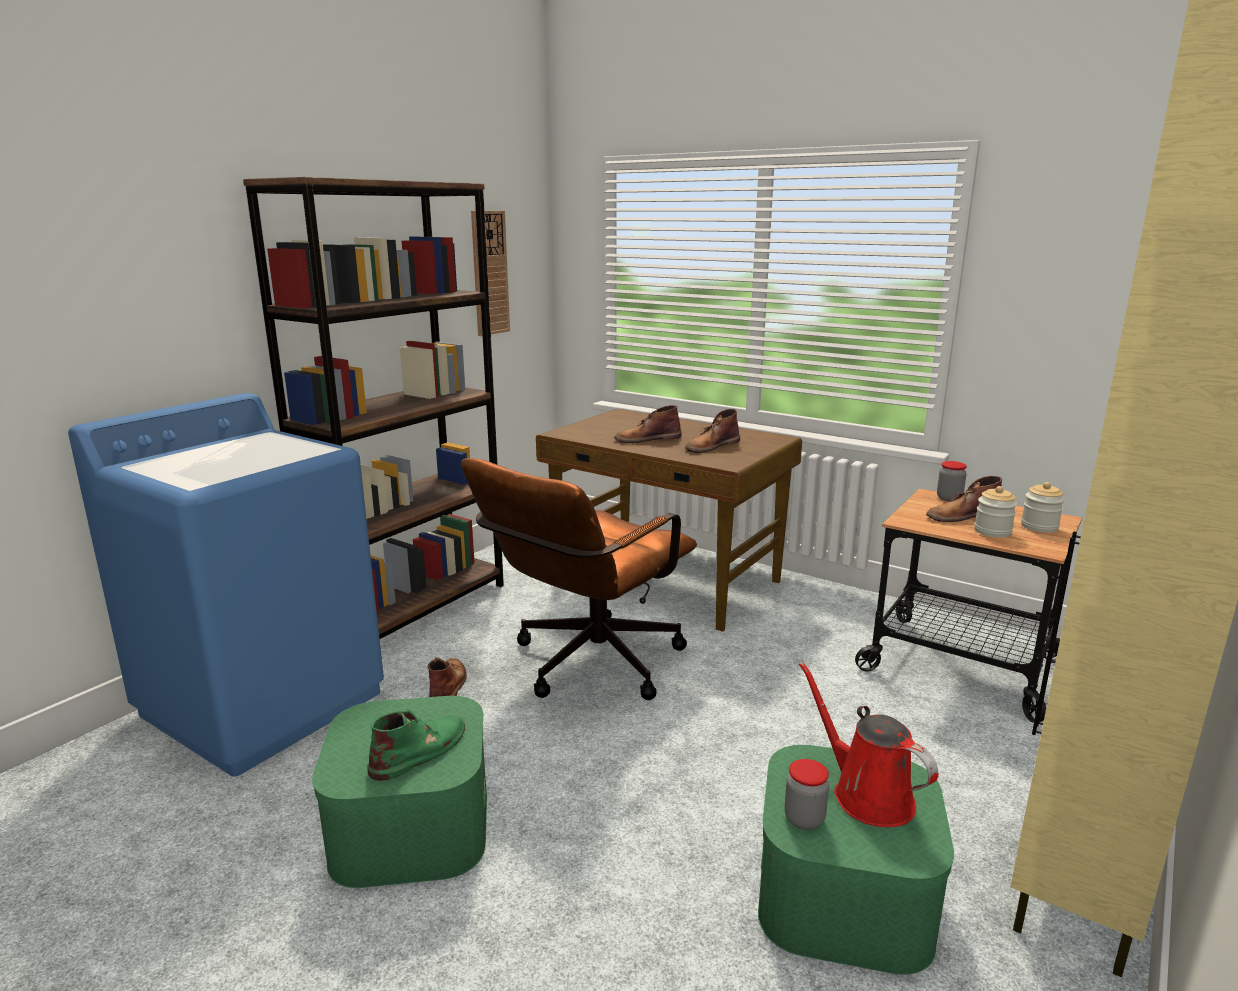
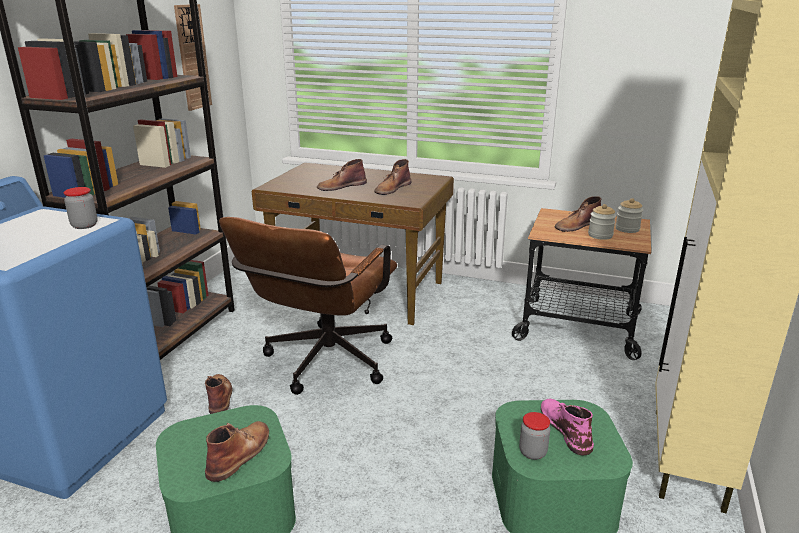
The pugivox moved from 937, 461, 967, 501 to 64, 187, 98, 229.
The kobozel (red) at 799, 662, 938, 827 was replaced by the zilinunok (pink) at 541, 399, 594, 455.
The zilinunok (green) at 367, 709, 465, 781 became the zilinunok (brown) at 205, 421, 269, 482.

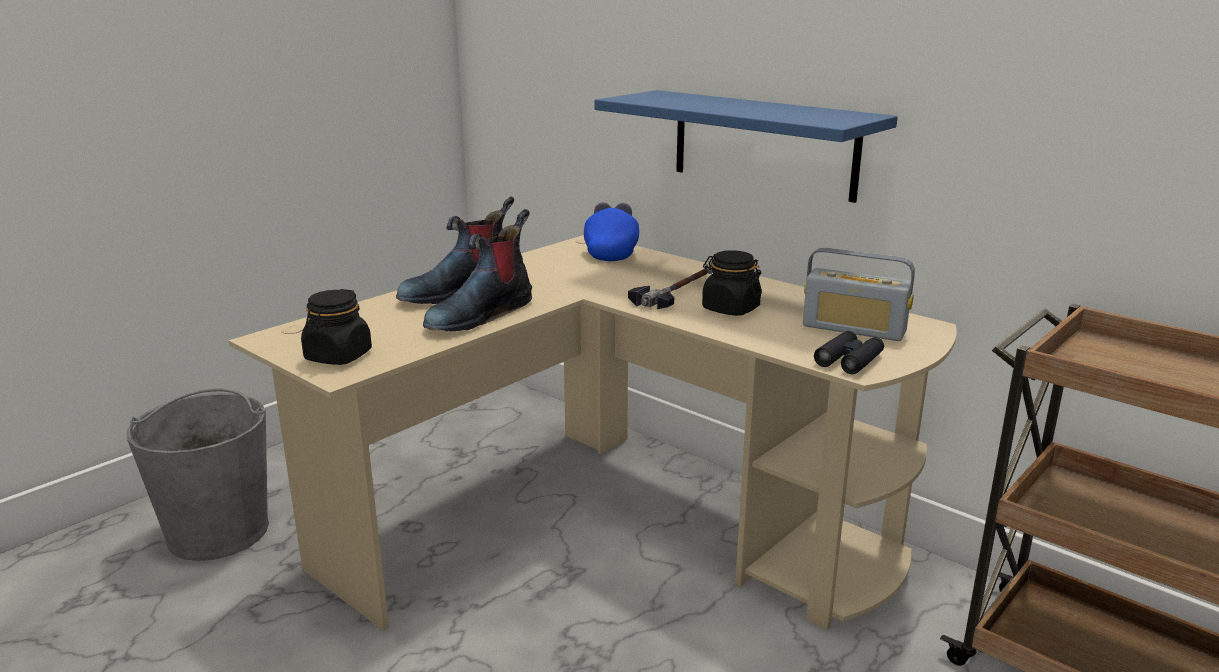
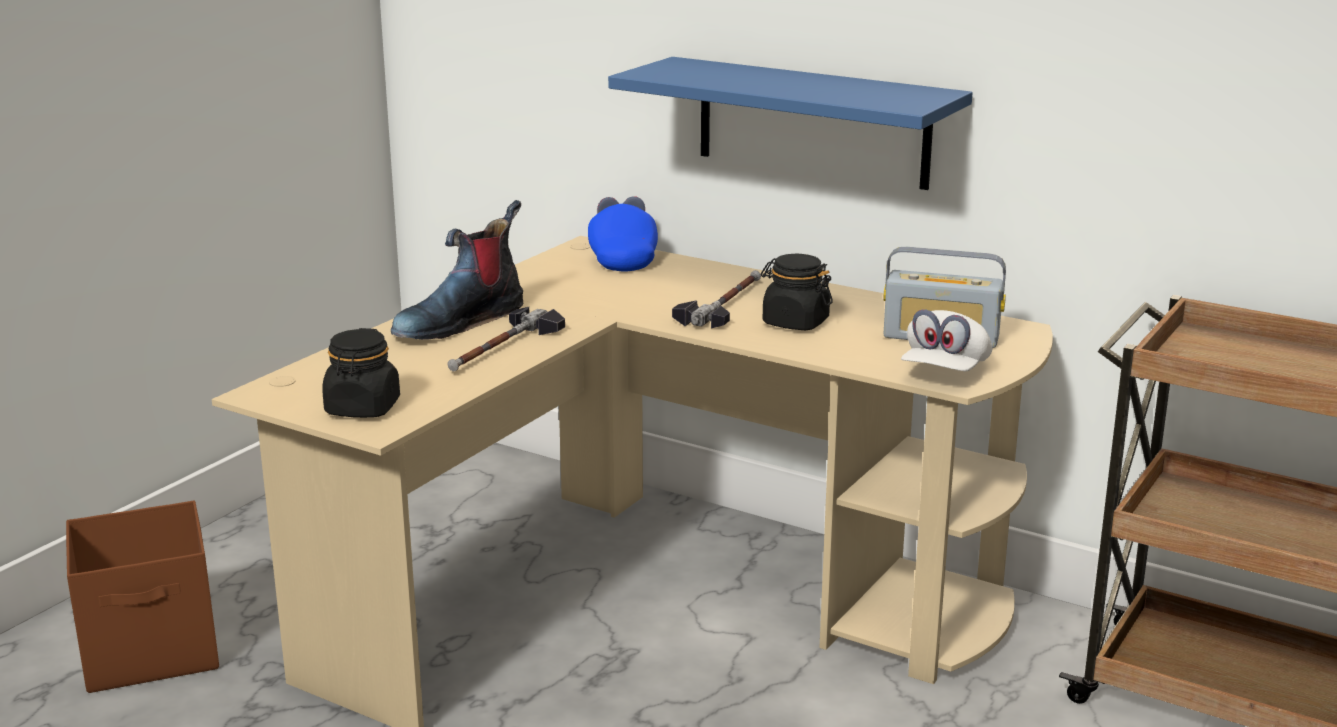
The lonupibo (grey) at 126, 388, 269, 561 was replaced by the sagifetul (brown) at 66, 501, 219, 693.
The zilinunok at 423, 209, 532, 331 was replaced by the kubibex at 447, 307, 565, 371.
The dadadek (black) at 814, 331, 884, 374 was replaced by the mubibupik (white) at 901, 309, 992, 371.

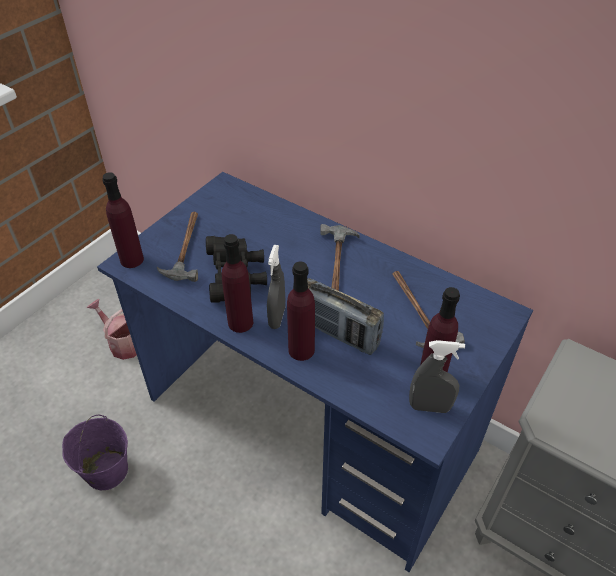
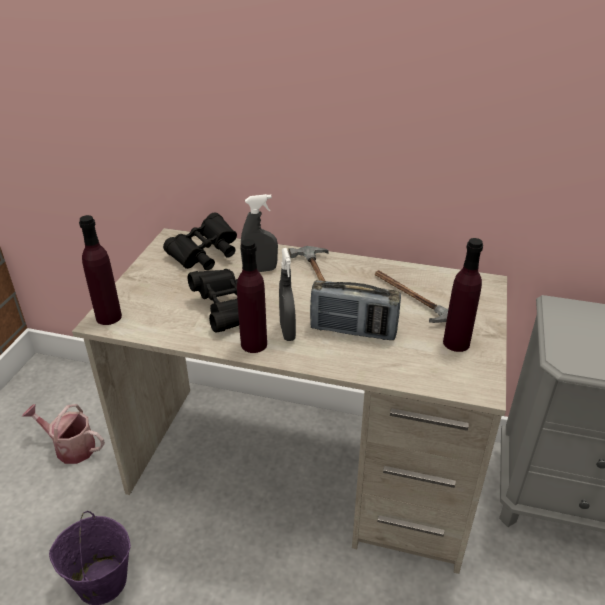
The kubibex at 157, 212, 198, 282 disappeared.
The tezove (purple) at 287, 261, 315, 361 disappeared.
The dadadek (black) at 163, 213, 237, 270 appeared.
The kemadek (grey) moved from 409, 340, 465, 413 to 241, 194, 278, 272.
The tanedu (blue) at 97, 172, 533, 572 became the tanedu (beige) at 72, 228, 507, 574.

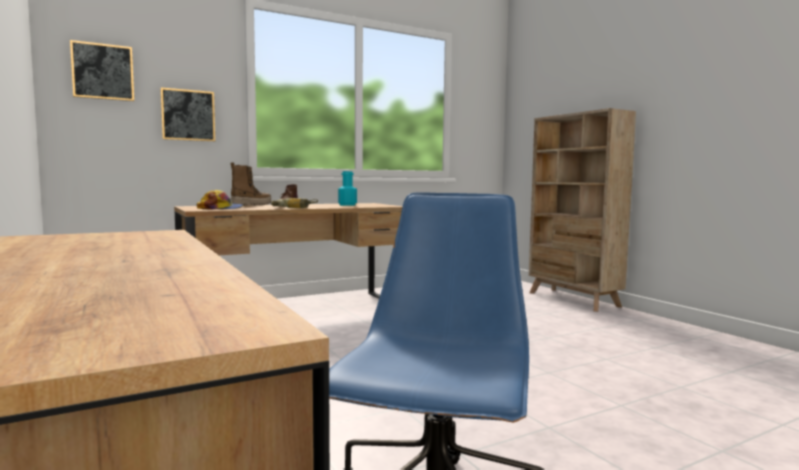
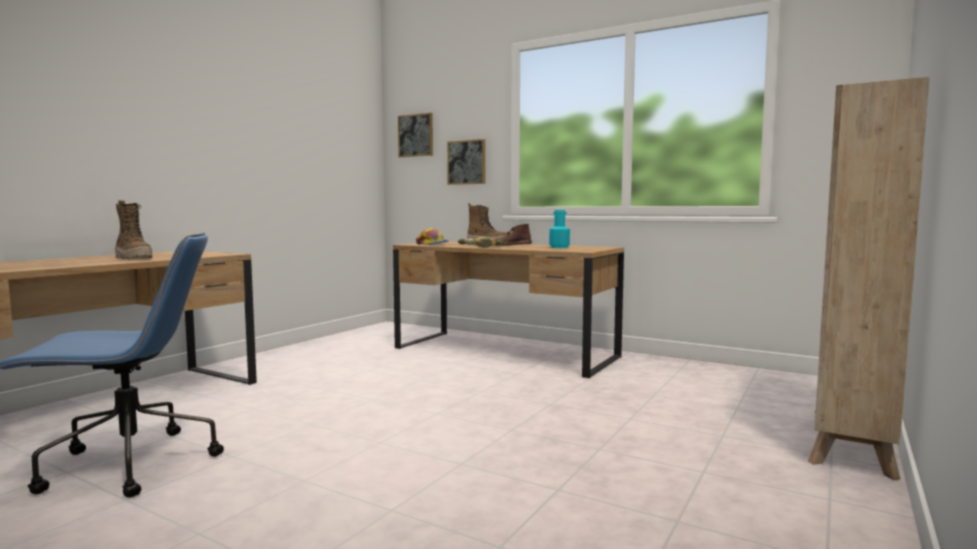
The zilinunok at 115, 200, 152, 260 appeared.

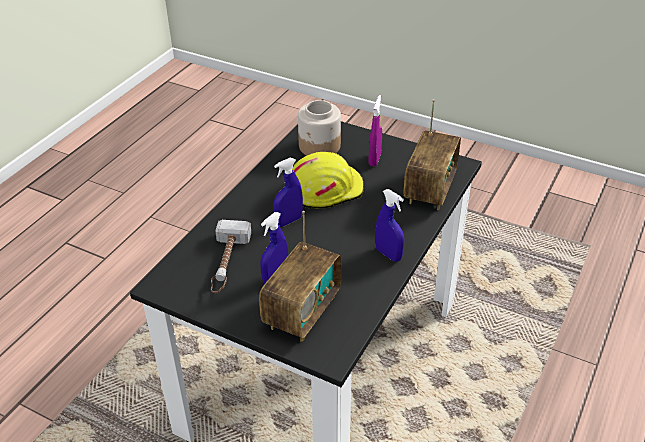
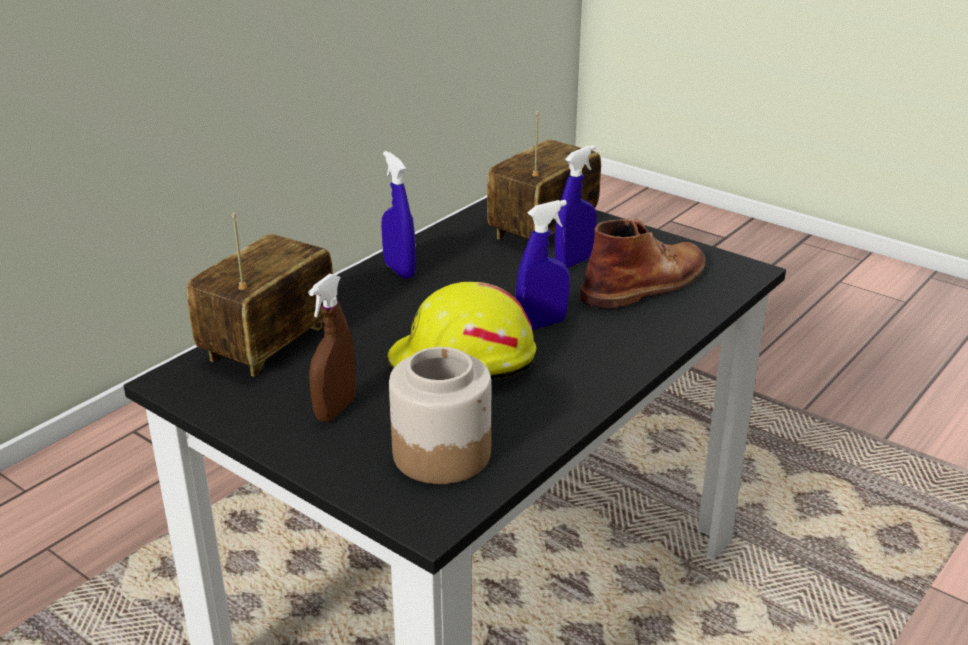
The kubibex at 211, 220, 251, 293 was replaced by the zilinunok (brown) at 580, 218, 706, 309.
The kemadek (purple) at 369, 95, 382, 166 became the kemadek (brown) at 308, 274, 356, 422.

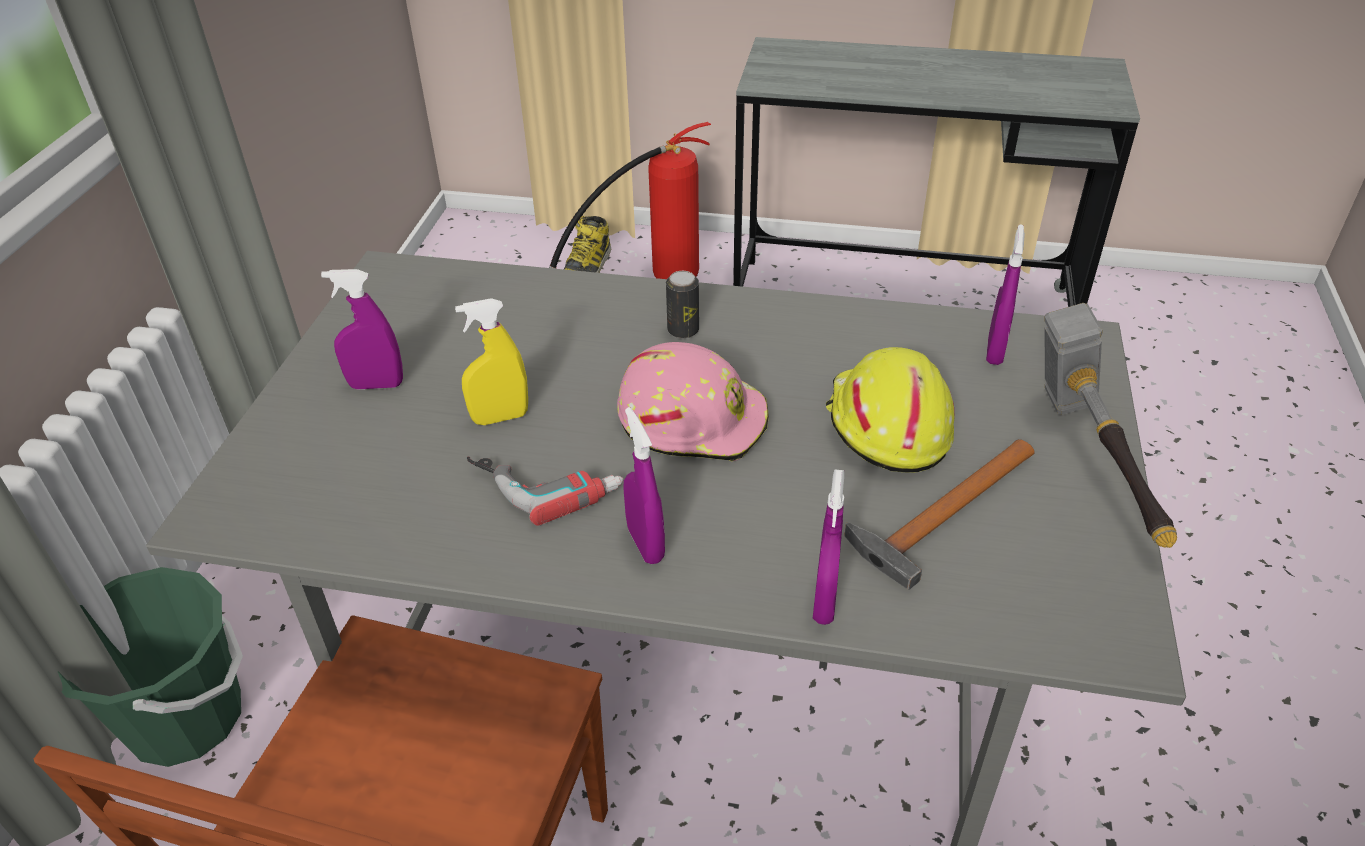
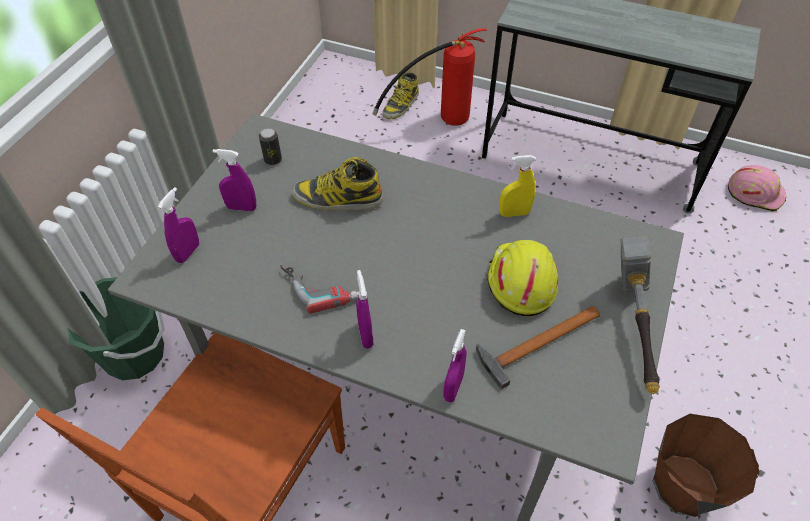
The zilinunok at 292, 157, 383, 210 appeared.
The lonupibo (brown) at 653, 414, 760, 517 appeared.
The kemadek (yellow) moved from 455, 298, 528, 425 to 499, 155, 536, 217.
The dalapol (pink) moved from 617, 342, 769, 461 to 728, 165, 786, 211.
The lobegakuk moved from 666, 271, 699, 339 to 259, 128, 282, 165.
The kemadek (purple) moved from 986, 224, 1025, 365 to 158, 187, 199, 263.

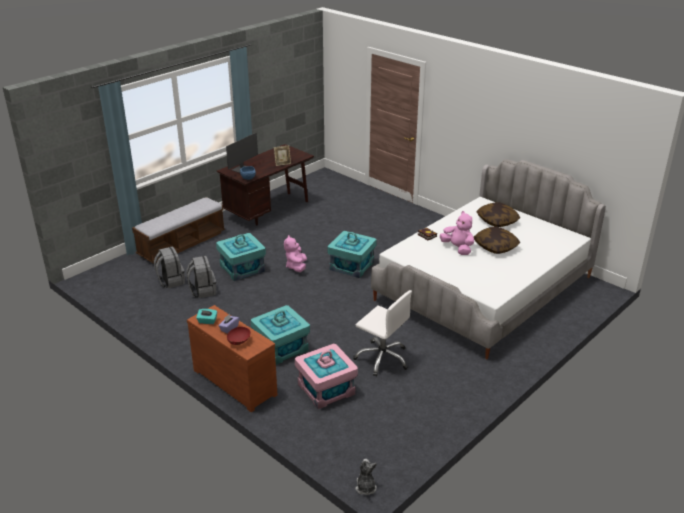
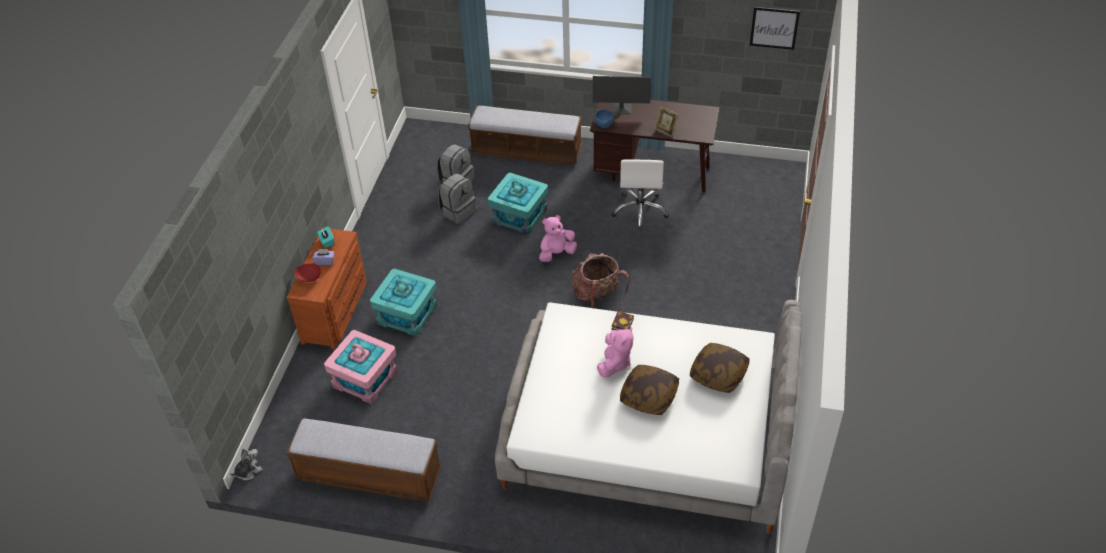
The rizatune at 286, 419, 441, 501 appeared.
The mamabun at 750, 7, 800, 50 appeared.
The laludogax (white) moved from 353, 290, 412, 377 to 611, 159, 669, 231.
The sagifetul (turquoise) at 327, 231, 377, 278 was replaced by the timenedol at 572, 253, 630, 308.

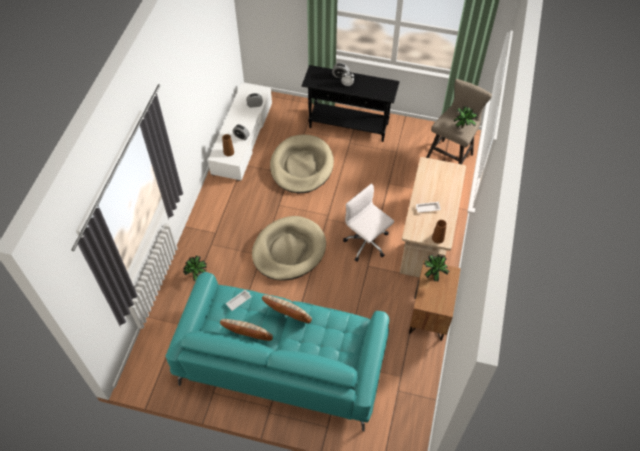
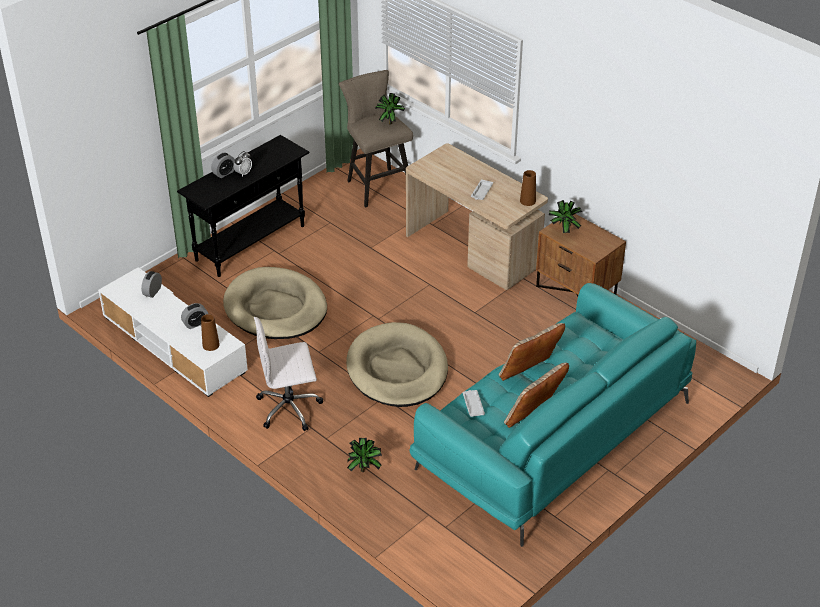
The laludogax (white) moved from 343, 183, 394, 261 to 254, 317, 323, 431.

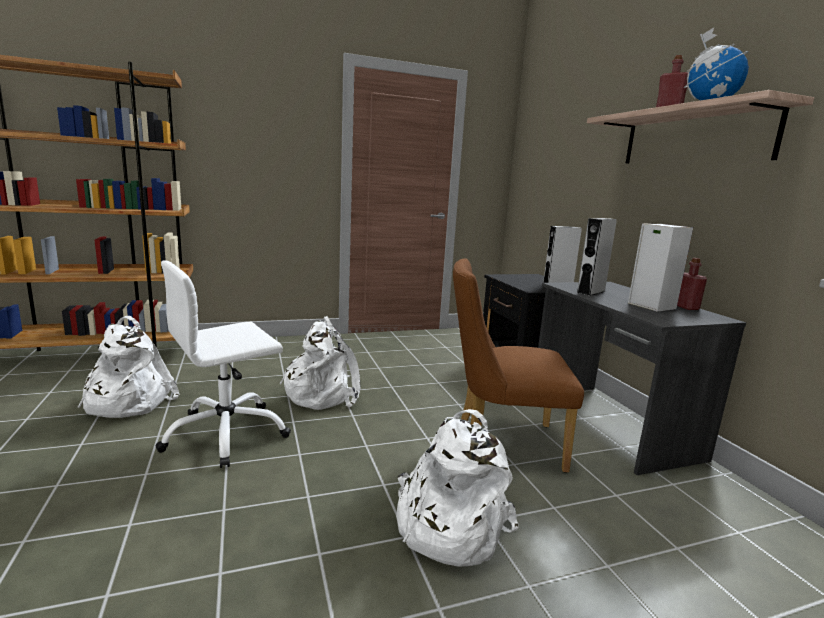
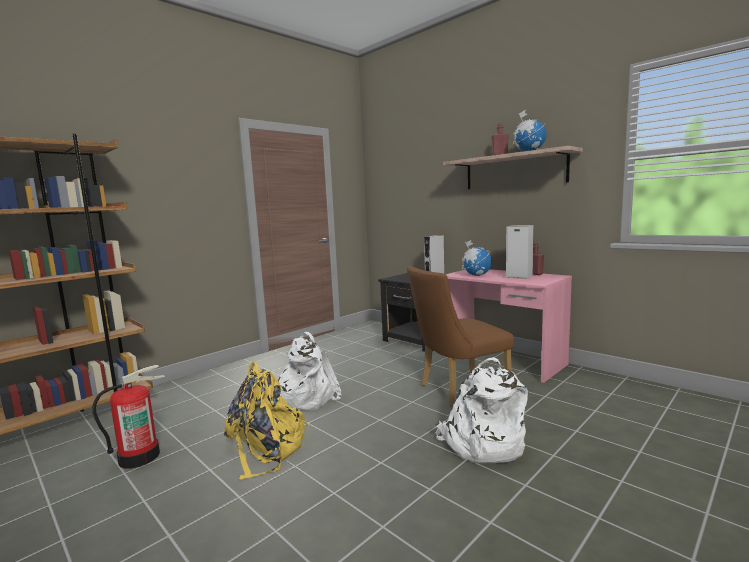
The timenedol (white) at 77, 316, 179, 418 was replaced by the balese at 92, 365, 165, 469.
The laludogax (white) at 155, 260, 291, 468 was replaced by the timenedol (yellow) at 224, 362, 309, 480.
The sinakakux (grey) at 577, 218, 617, 296 was replaced by the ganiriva at 462, 240, 492, 276.
The tanedu (grey) at 538, 282, 746, 475 became the tanedu (pink) at 444, 269, 572, 383.

